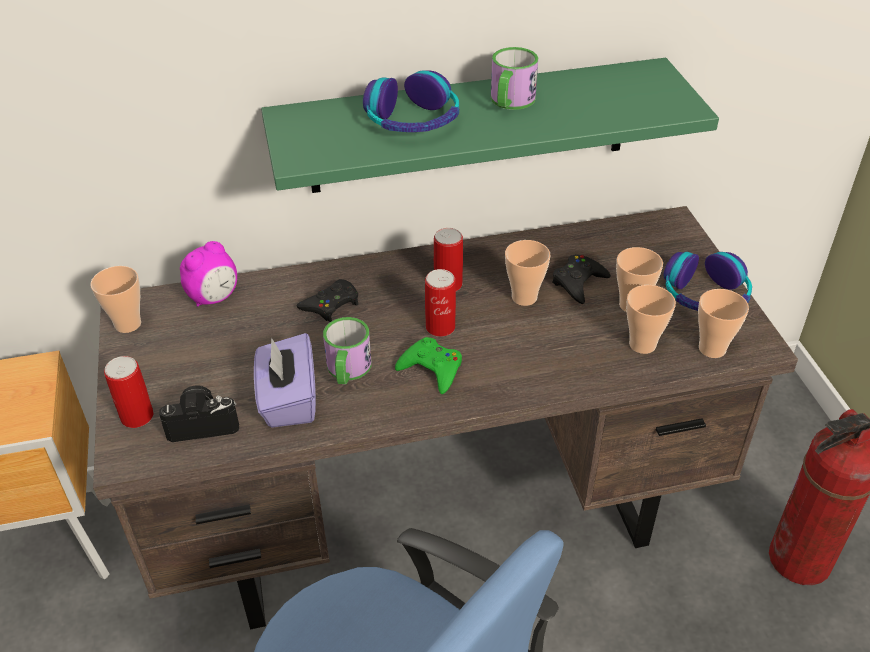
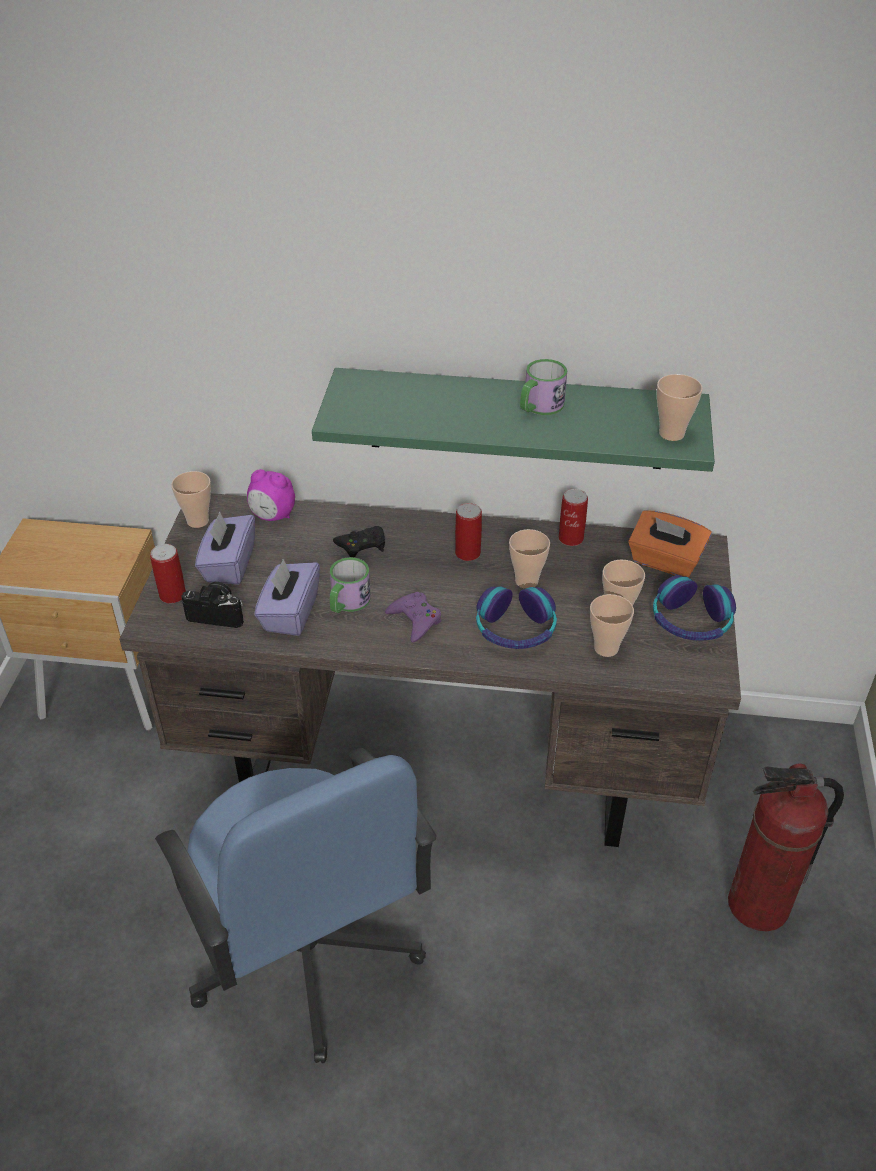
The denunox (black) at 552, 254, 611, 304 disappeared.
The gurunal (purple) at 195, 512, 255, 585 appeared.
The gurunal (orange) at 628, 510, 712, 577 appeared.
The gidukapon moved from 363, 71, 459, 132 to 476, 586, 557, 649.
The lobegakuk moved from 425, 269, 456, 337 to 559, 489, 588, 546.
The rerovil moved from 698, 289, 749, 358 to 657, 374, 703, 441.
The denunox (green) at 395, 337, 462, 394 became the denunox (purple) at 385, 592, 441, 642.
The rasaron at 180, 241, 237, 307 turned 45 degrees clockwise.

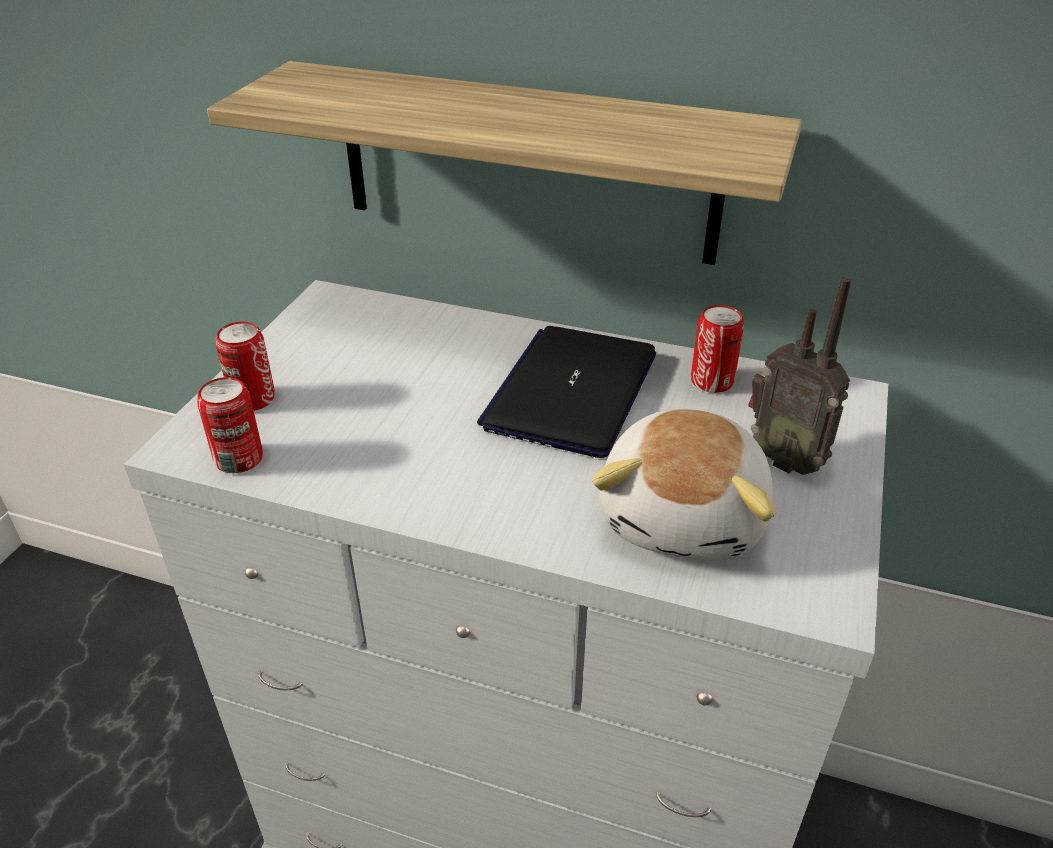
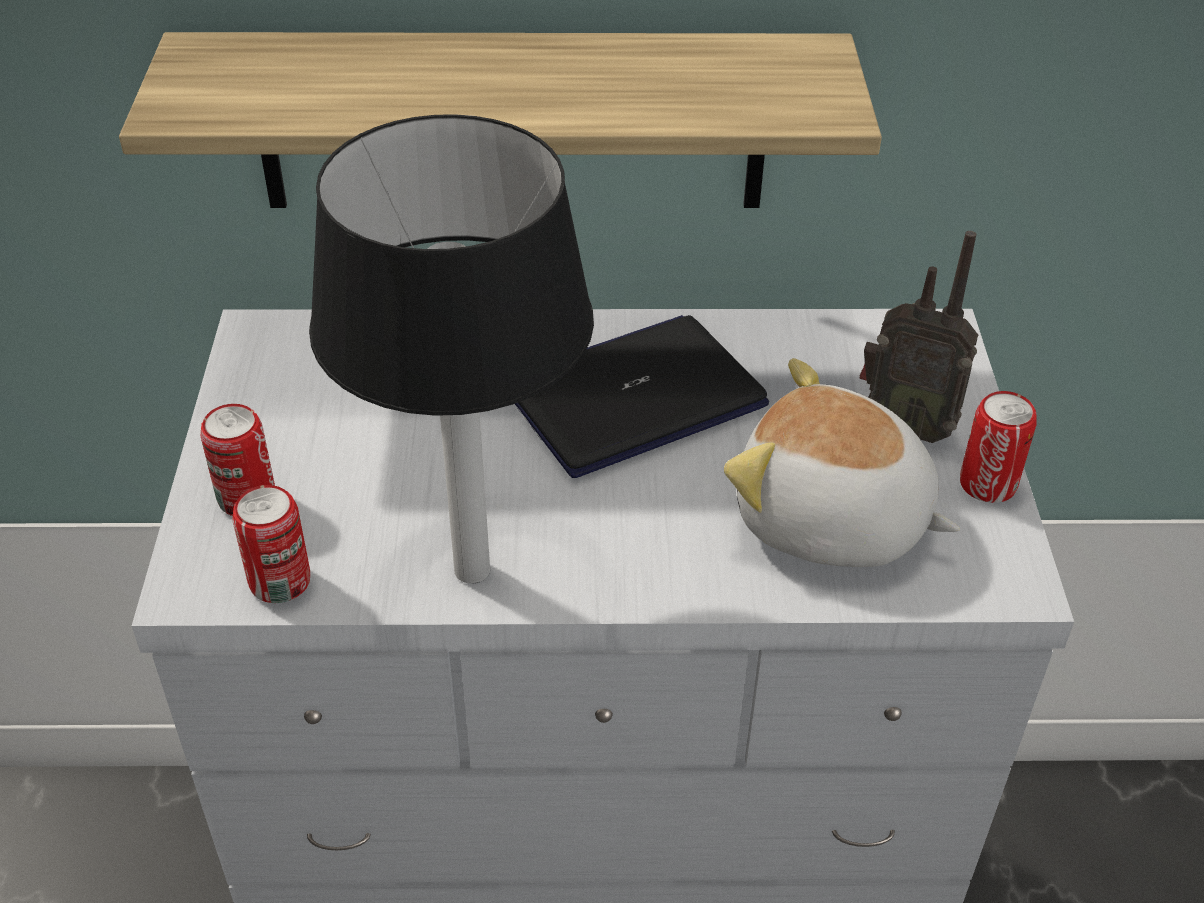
The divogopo at 309, 114, 594, 584 appeared.
The lobegakuk moved from 691, 305, 744, 393 to 960, 391, 1037, 503.
The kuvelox at 477, 326, 656, 458 turned 60 degrees clockwise.
The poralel at 592, 409, 775, 561 turned 120 degrees clockwise.

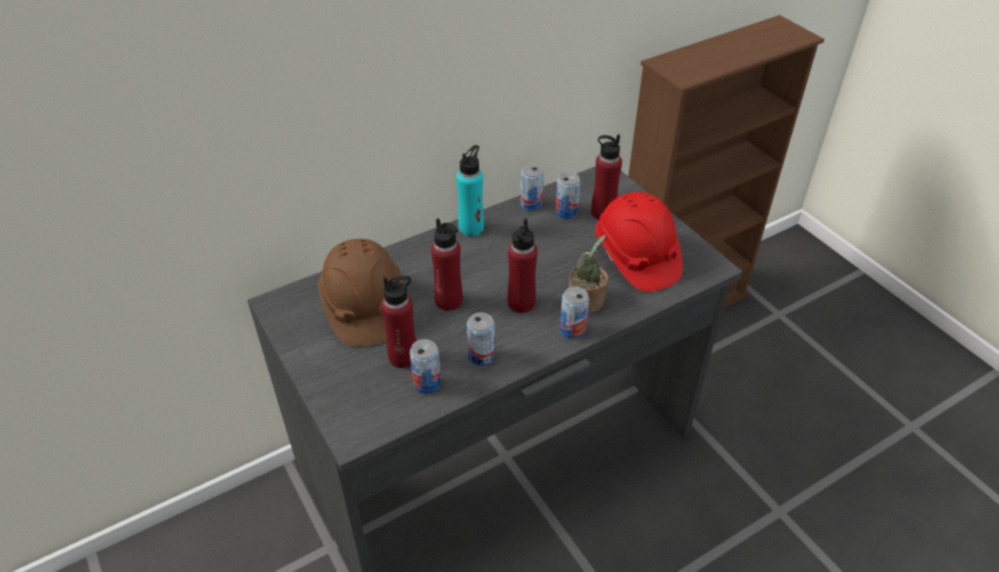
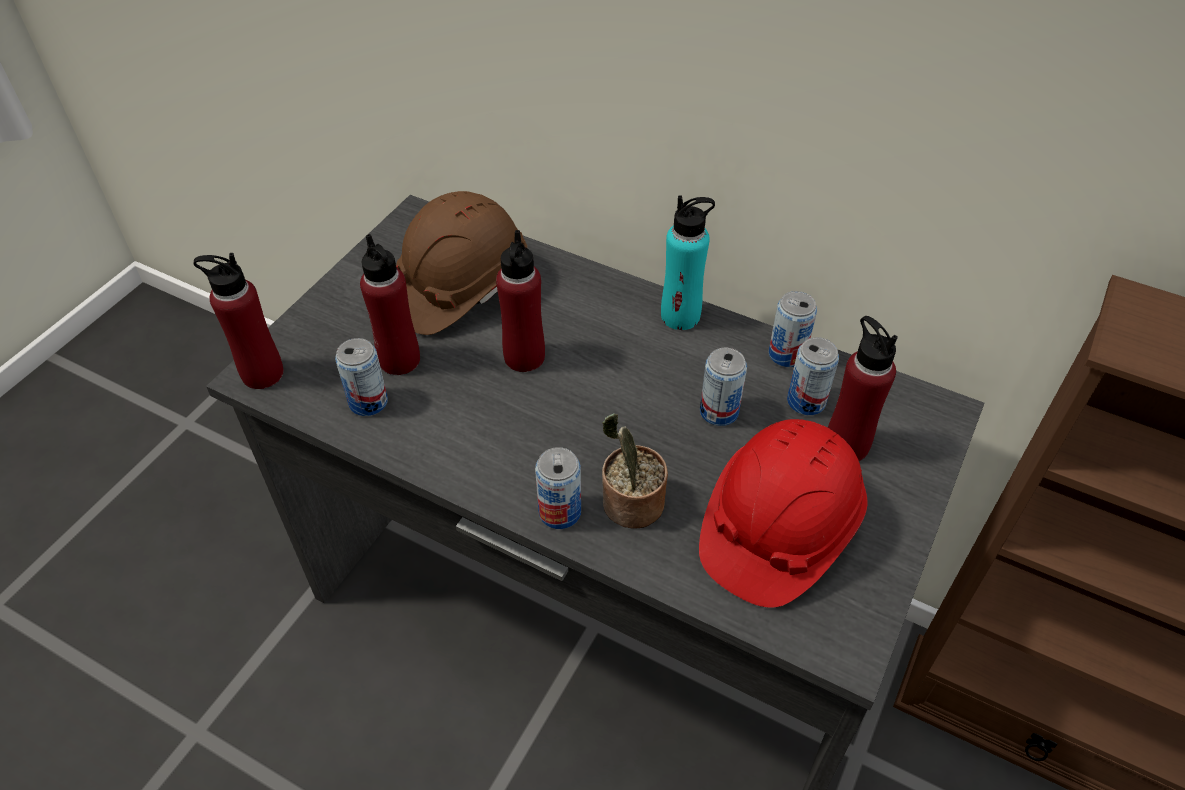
The lobegakuk moved from 467, 312, 495, 366 to 700, 348, 747, 426.
The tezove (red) moved from 507, 219, 538, 313 to 194, 253, 284, 389.

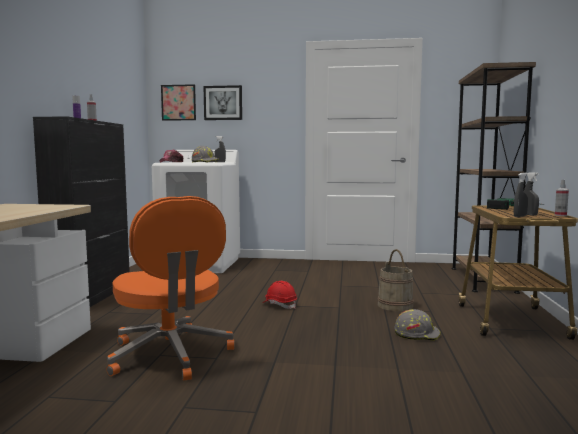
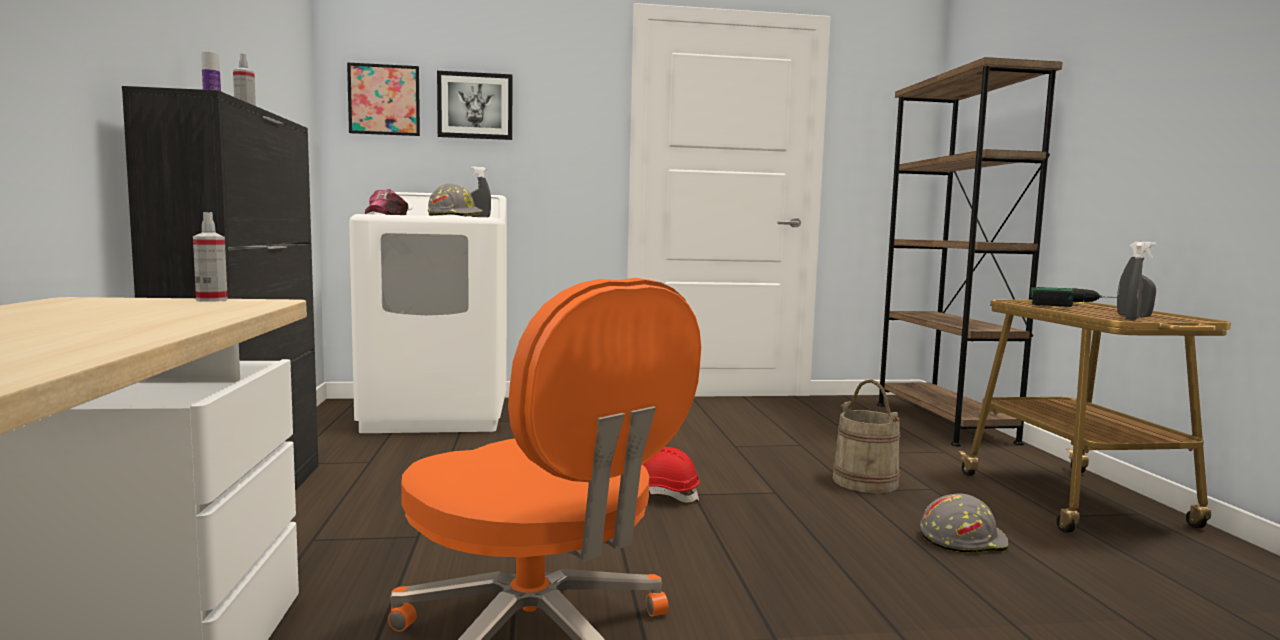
The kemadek moved from 555, 180, 569, 216 to 193, 212, 228, 302.

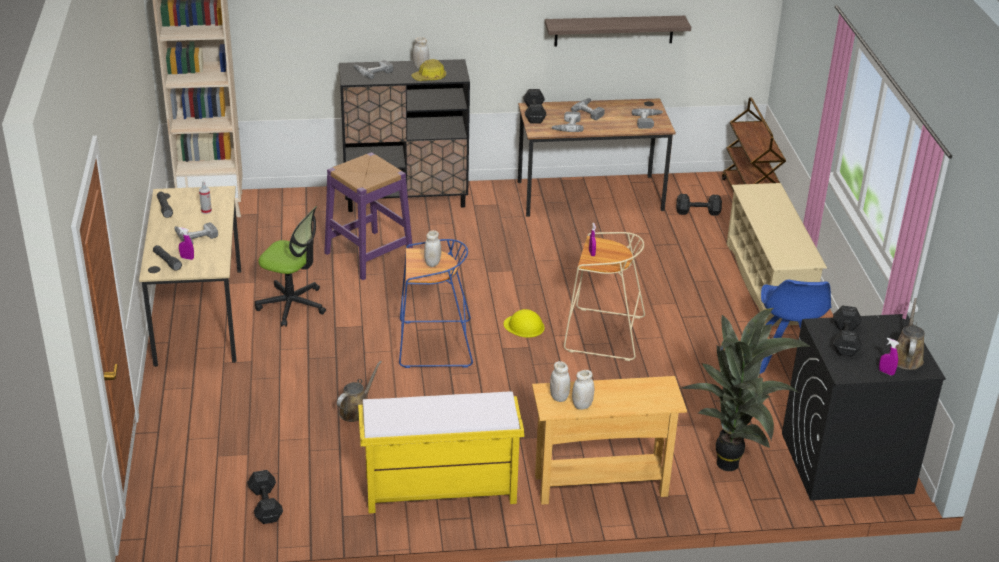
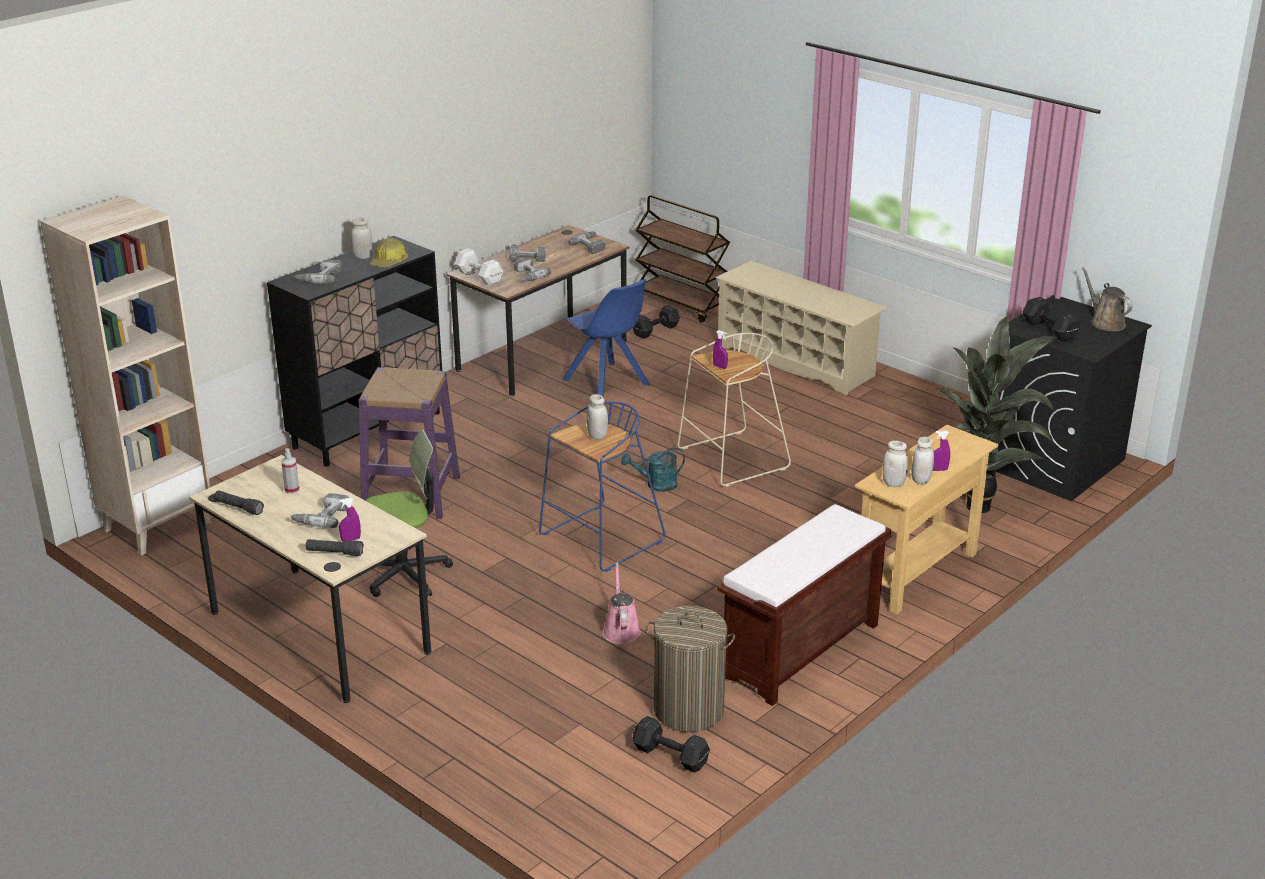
The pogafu at 545, 16, 691, 46 disappeared.
The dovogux at 646, 606, 735, 732 appeared.
The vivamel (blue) moved from 760, 280, 831, 374 to 563, 279, 650, 397.
The kemadek (purple) moved from 879, 338, 899, 376 to 933, 430, 950, 471.
The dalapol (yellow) at 504, 309, 545, 337 was replaced by the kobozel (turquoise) at 621, 447, 685, 492.
The kobozel (brown) at 337, 361, 382, 422 became the kobozel (pink) at 602, 562, 641, 644.
The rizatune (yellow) at 358, 391, 524, 513 became the rizatune (brown) at 717, 504, 891, 706.
The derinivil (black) at 523, 89, 546, 124 became the derinivil (white) at 454, 248, 503, 286.

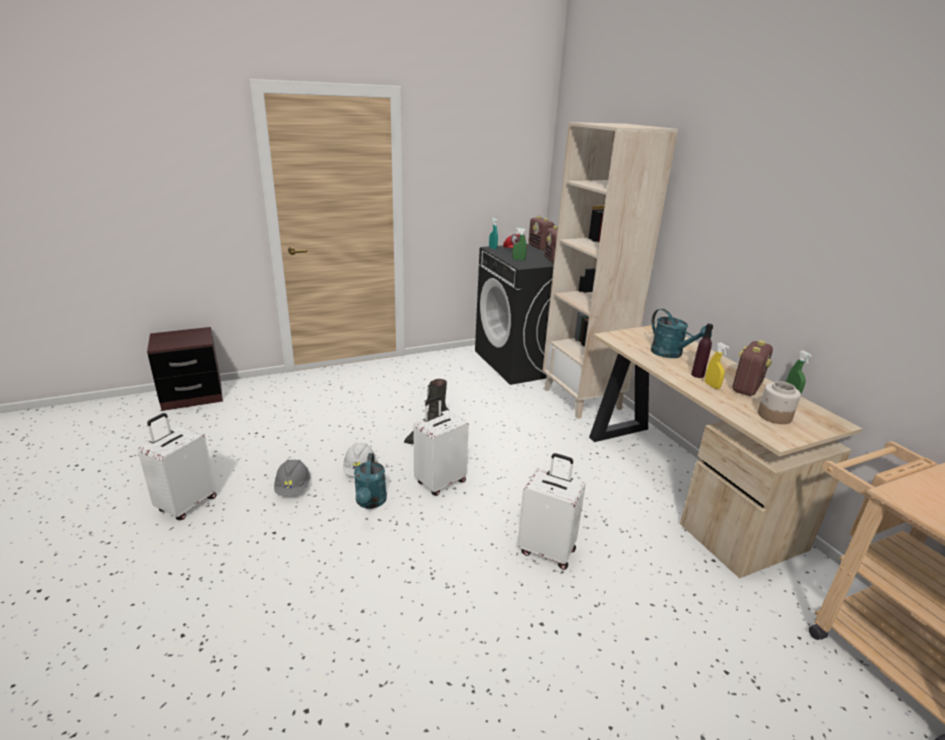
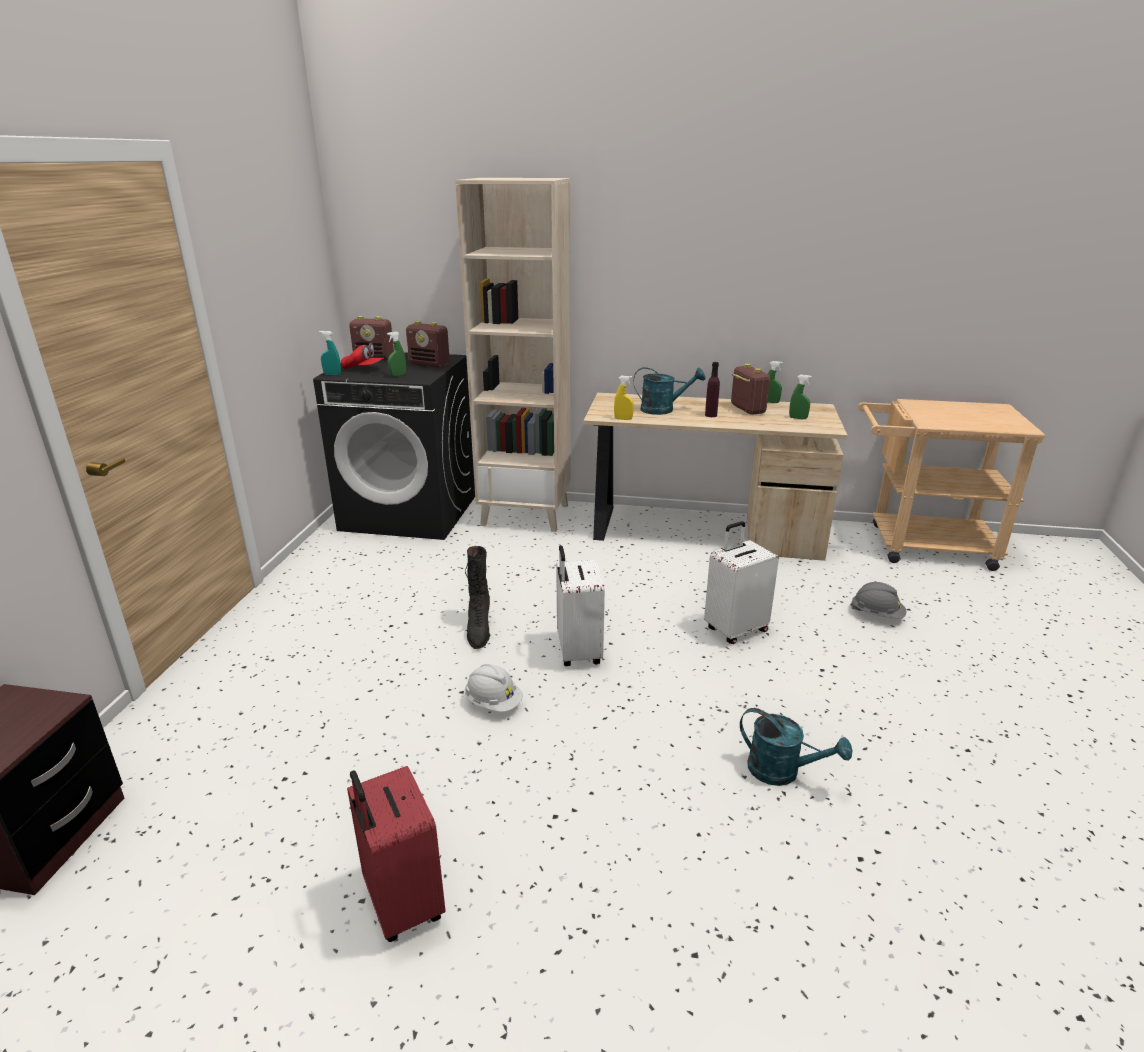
The dalapol (grey) moved from 274, 460, 311, 496 to 851, 582, 906, 619.
The kobozel (turquoise) moved from 354, 453, 387, 509 to 740, 708, 852, 786.
The kemadek (yellow) moved from 705, 343, 729, 389 to 614, 376, 634, 420.
The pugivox at 758, 381, 801, 424 was replaced by the kemadek (green) at 789, 375, 812, 419.
The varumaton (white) at 138, 413, 217, 520 became the varumaton (red) at 347, 766, 445, 942.

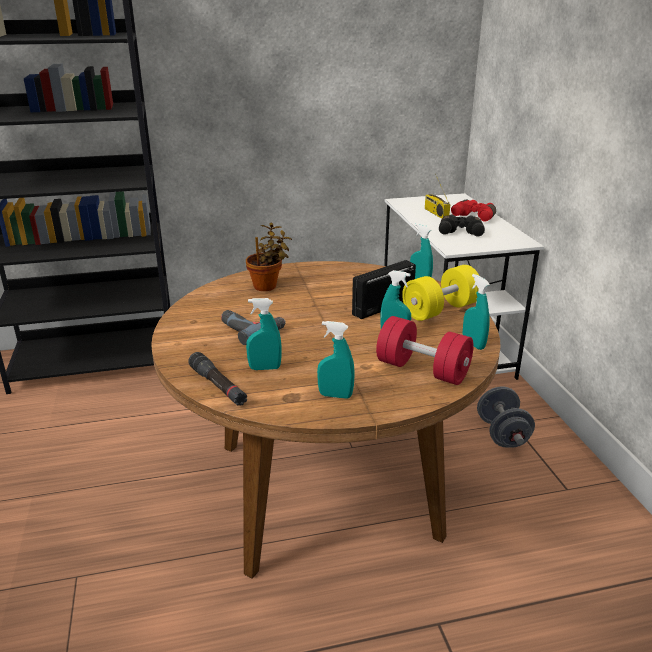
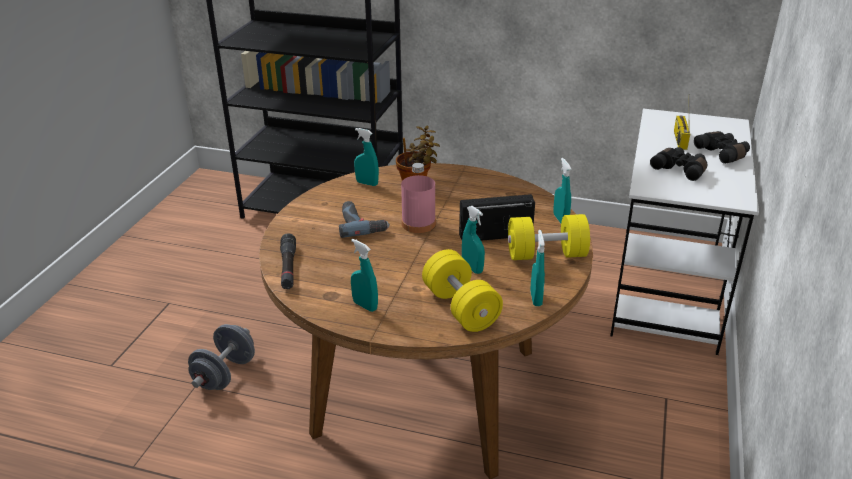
The tezove (pink) at 401, 163, 436, 233 appeared.
The kemadek (turquoise) moved from 246, 298, 282, 370 to 354, 128, 379, 186.
The derinivil (grey) moved from 477, 387, 535, 448 to 188, 324, 255, 390.
The derinivil (red) at 376, 316, 474, 385 became the derinivil (yellow) at 422, 249, 503, 332.
The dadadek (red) at 451, 200, 496, 222 became the dadadek (black) at 694, 131, 750, 164.

